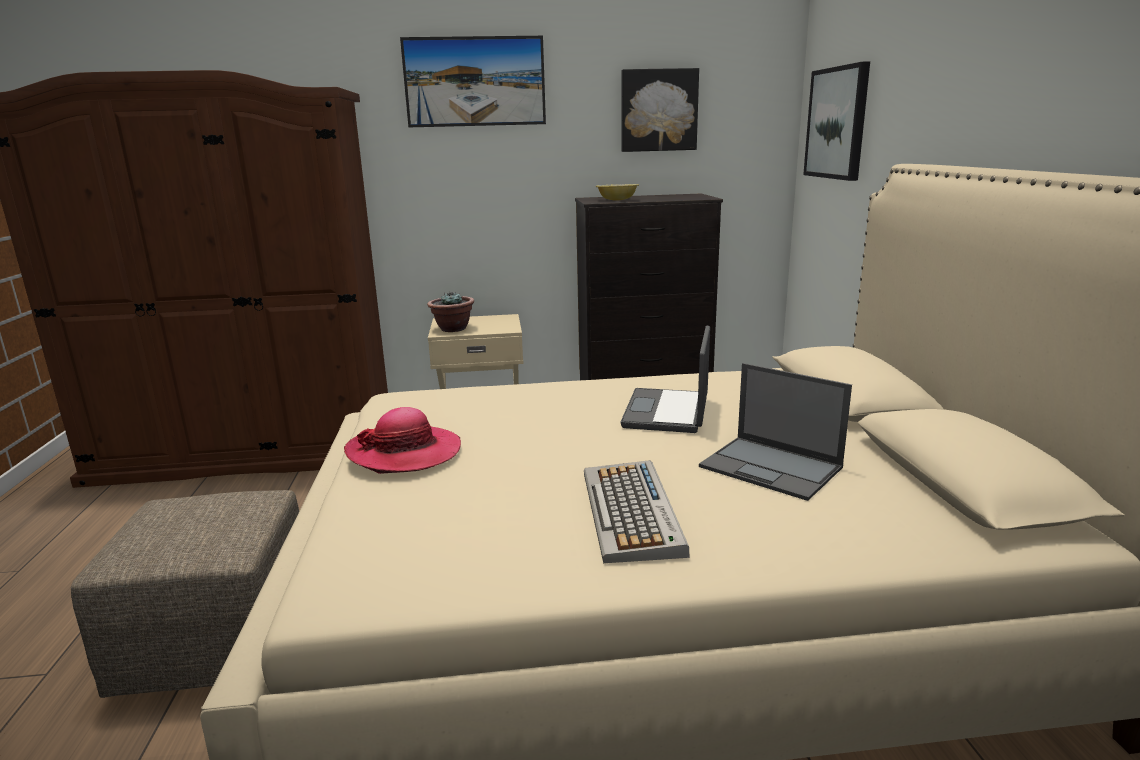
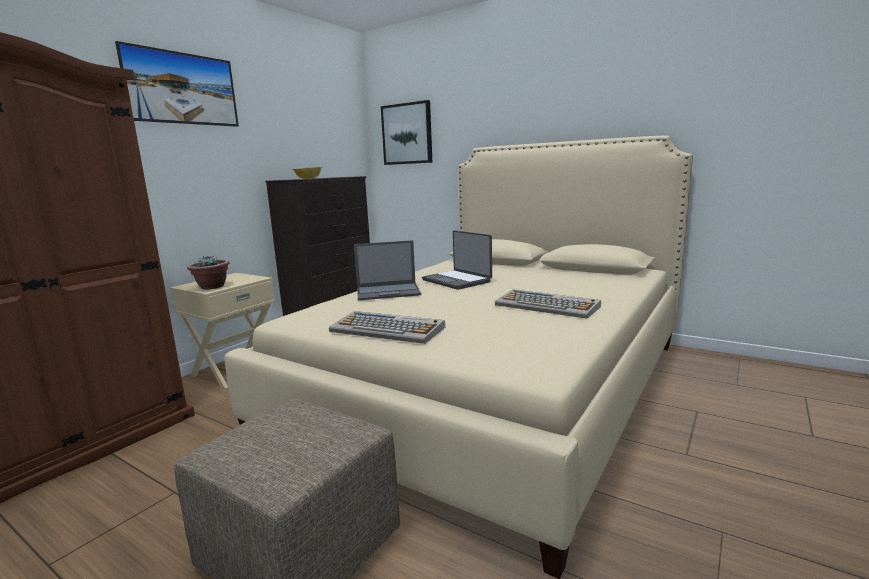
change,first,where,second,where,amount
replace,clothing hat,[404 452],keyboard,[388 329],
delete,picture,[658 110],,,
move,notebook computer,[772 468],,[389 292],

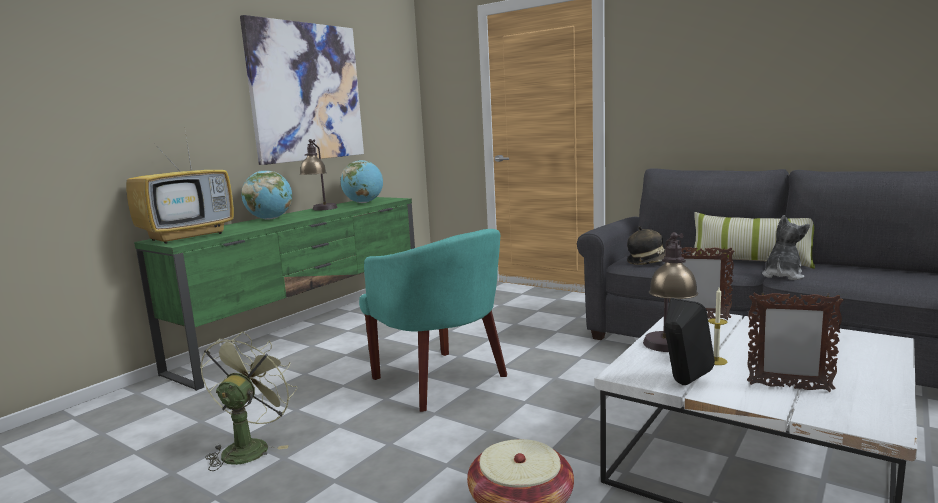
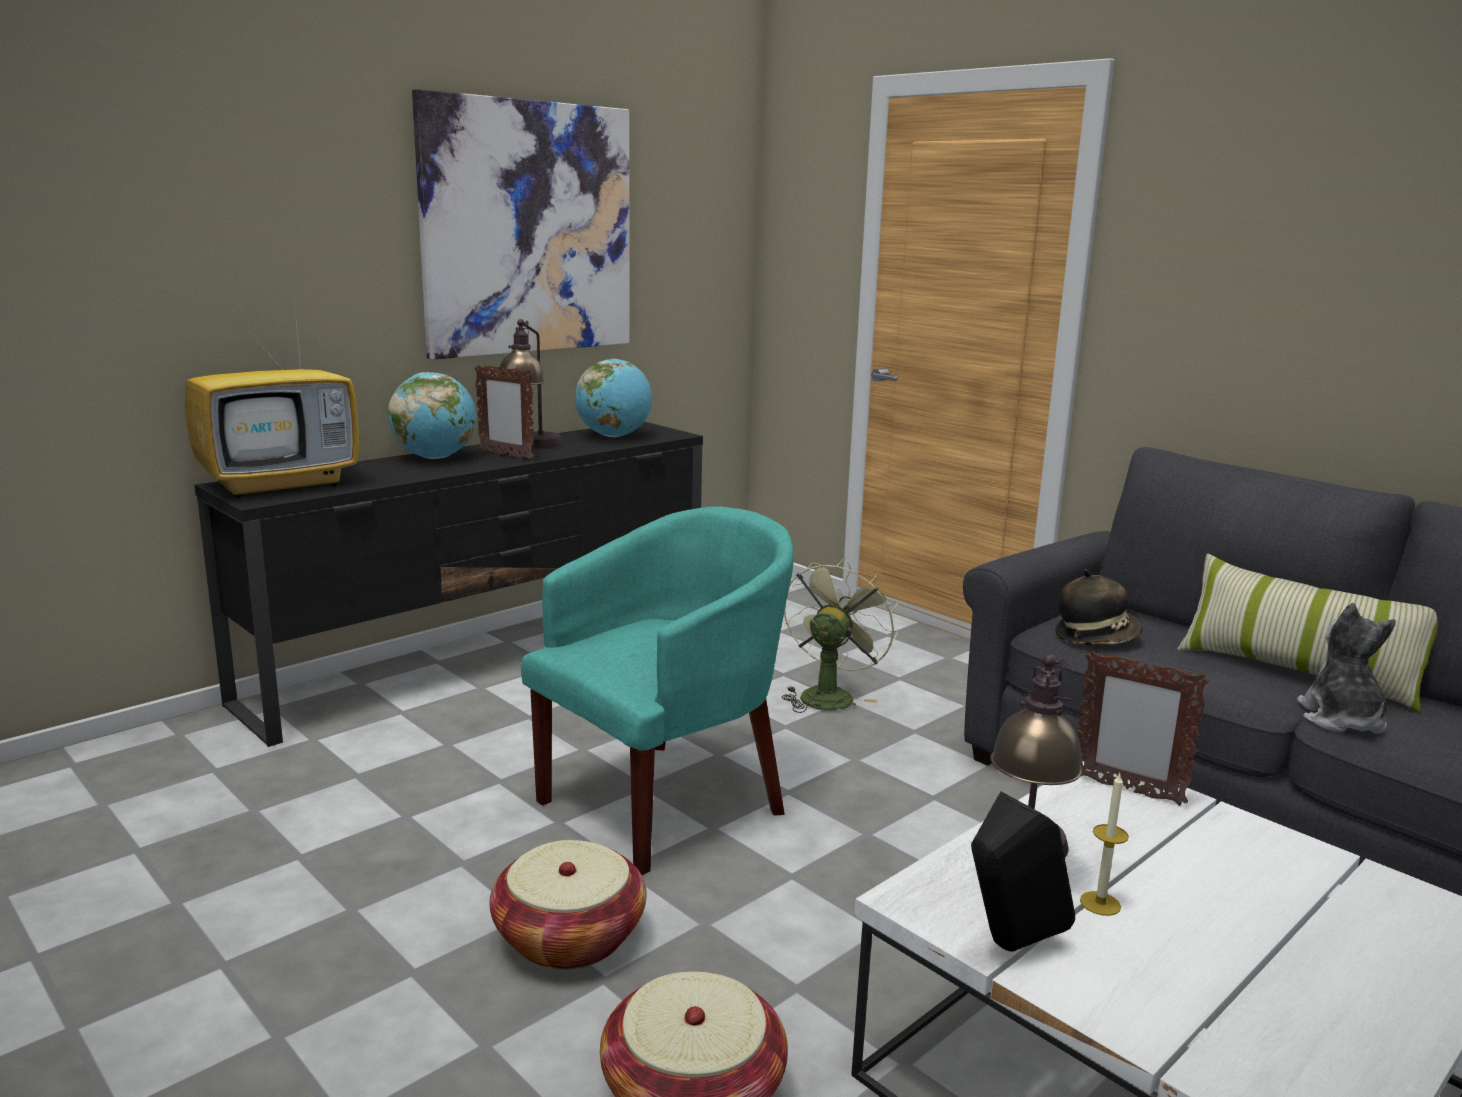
change,first,where,second,where,amount
recolor,media console in greenish,[309 331],media console in black-coloured,[489 655],
move,electric fan in greenish,[249 447],,[829 695],
rotate,easy chair in turquoise,[441 380],,[665 801],105 degrees counterclockwise
move,standing frame,[788 387],,[506 455],
rotate,soft toy,[782 275],,[1341 720],45 degrees counterclockwise
insert,,,household basket,[569 937],

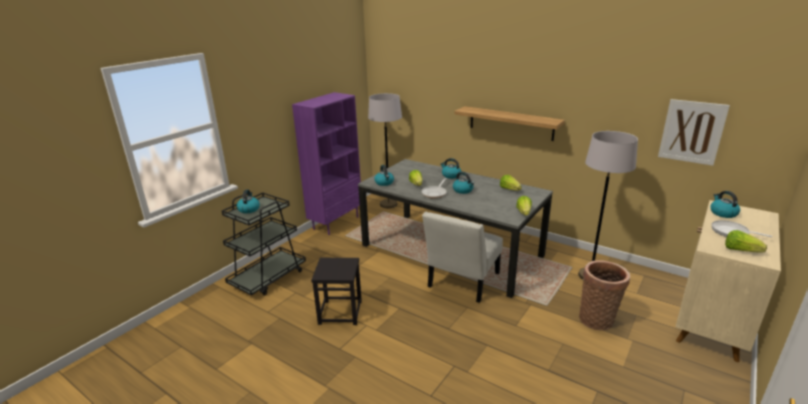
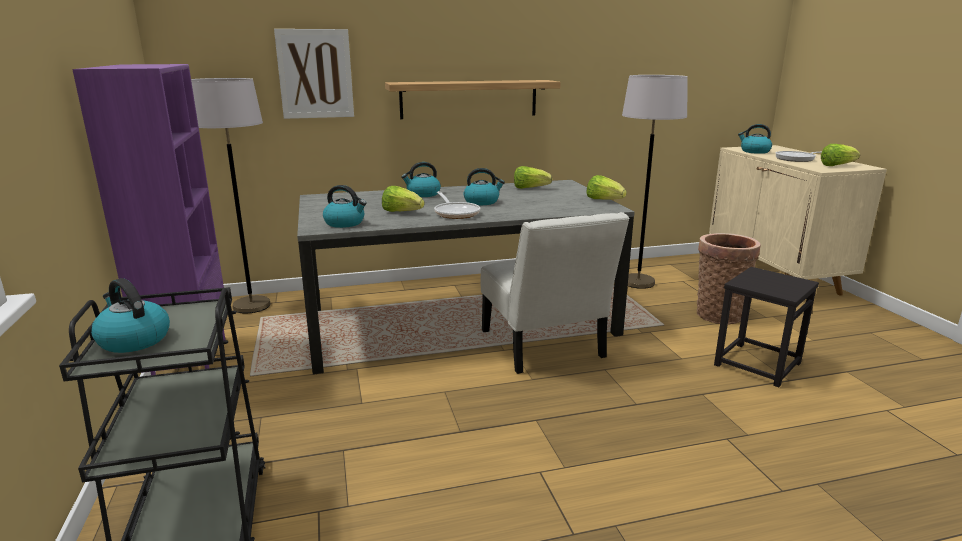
change,first,where,second,where,amount
move,stool in black-coloured,[340 312],,[756 364],
move,picture,[692 132],,[315 74],

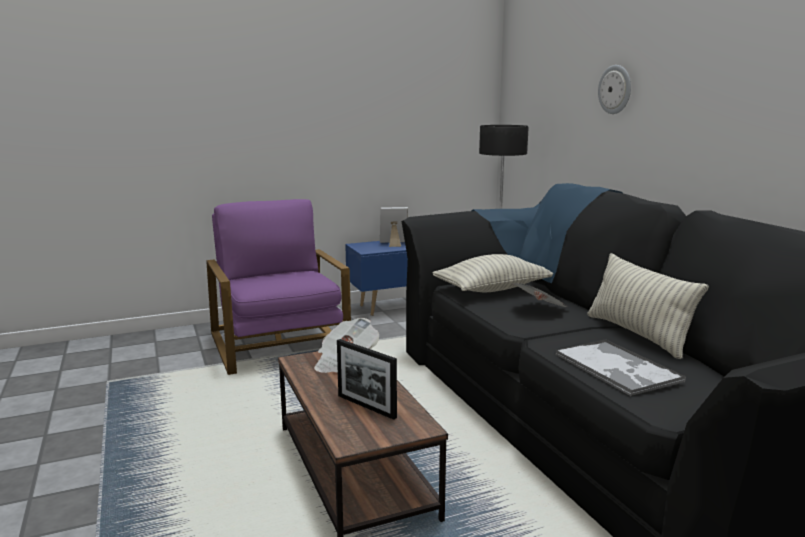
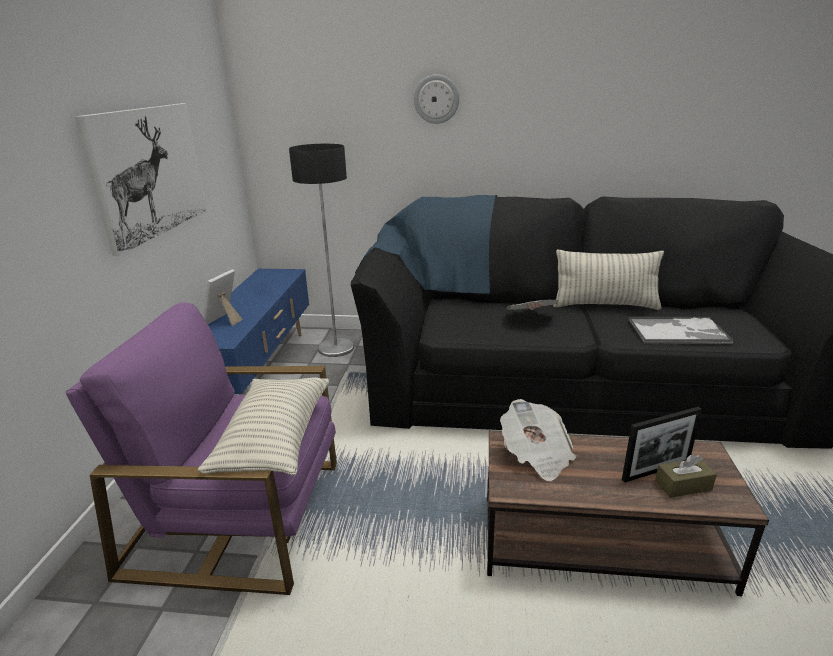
change,first,where,second,where,amount
move,throw pillow,[492 289],,[275 439],
insert,,,picture,[150 172],
insert,,,box of tissues in brown-coloured,[683 485],

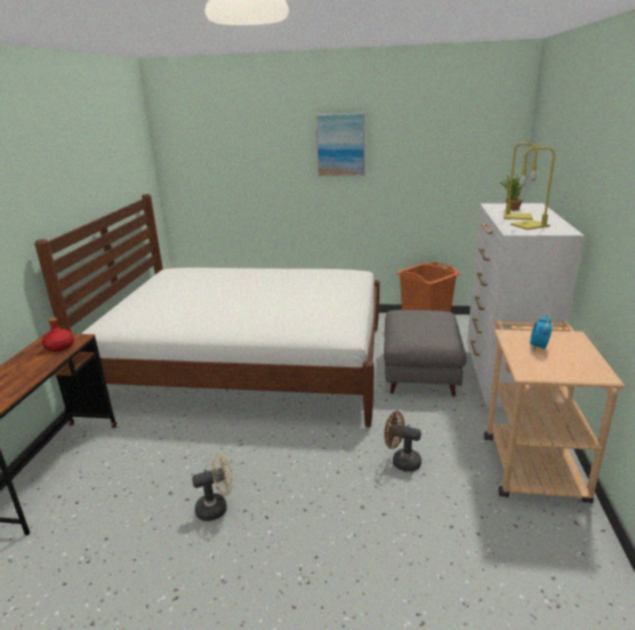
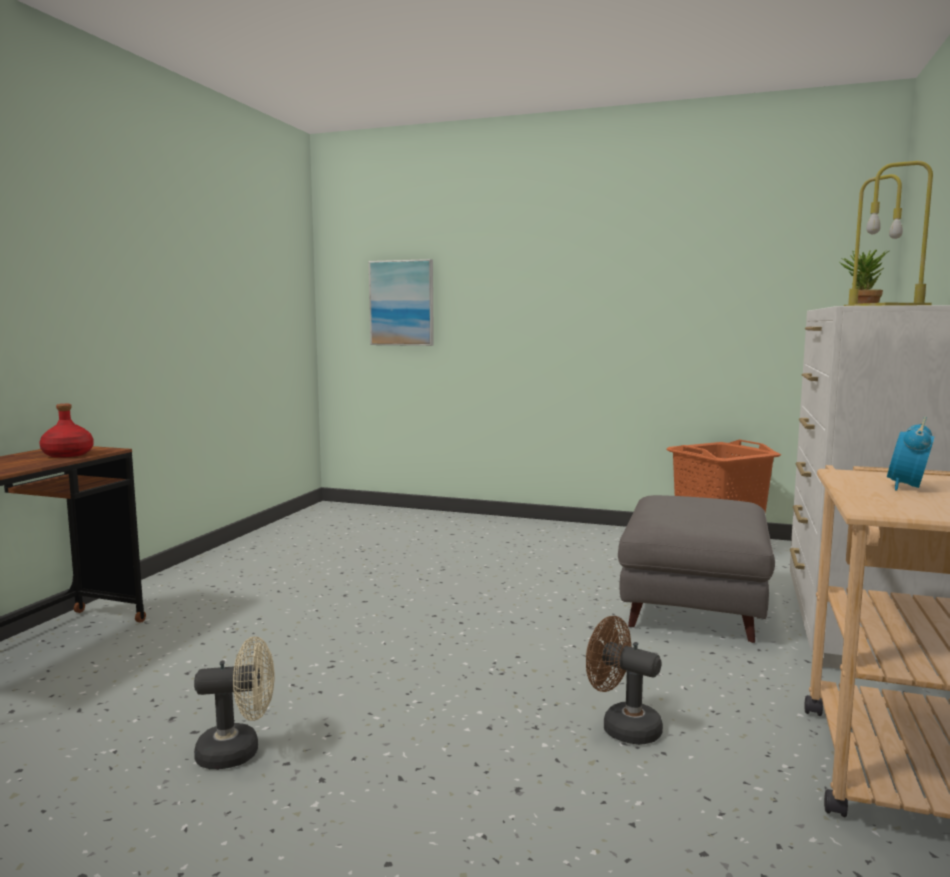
change,first,where,second,where,amount
delete,bedroom bed in white-coloured,[248 366],,,
move,picture,[340 144],,[402 303],

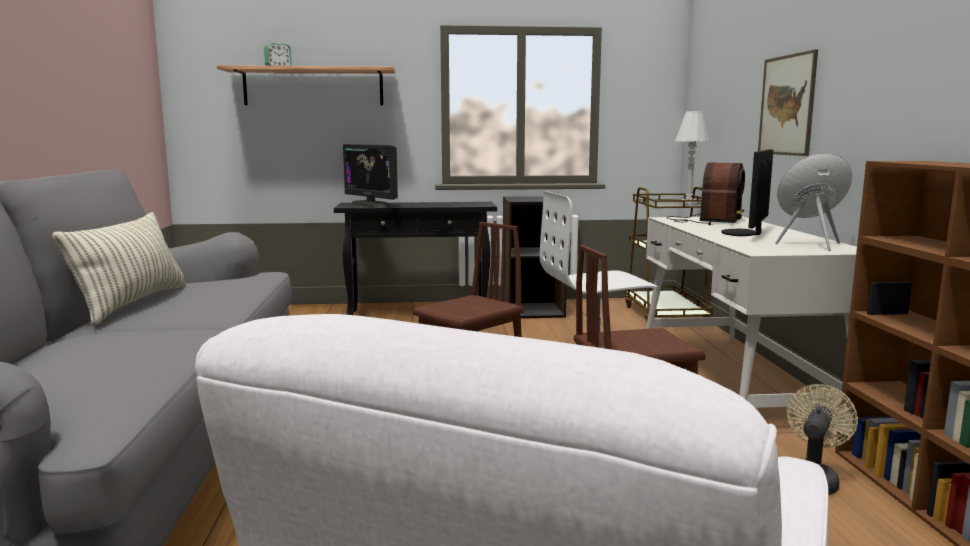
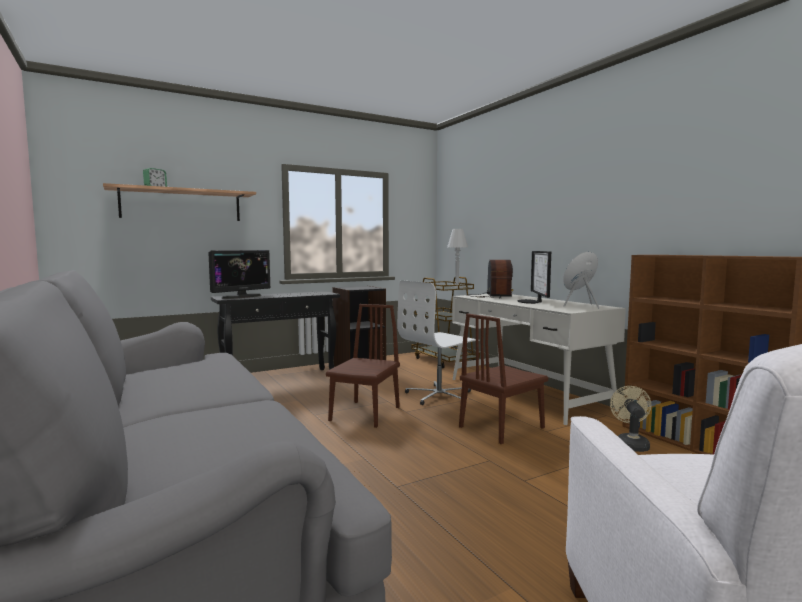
change,first,where,second,where,amount
delete,throw pillow,[132 303],,,
rotate,monitor,[371 204],,[241 296],75 degrees counterclockwise
delete,picture,[787 105],,,

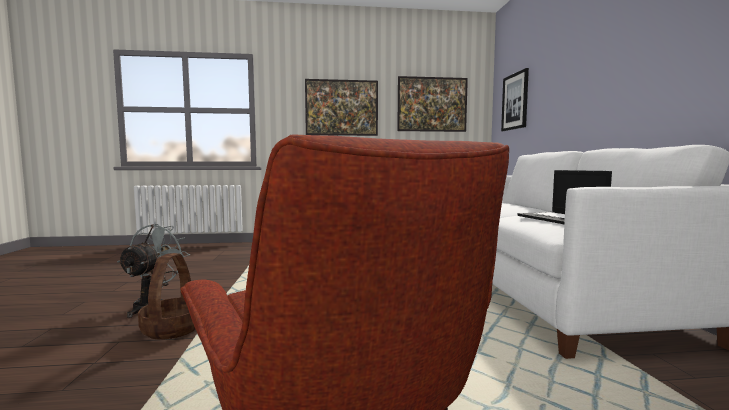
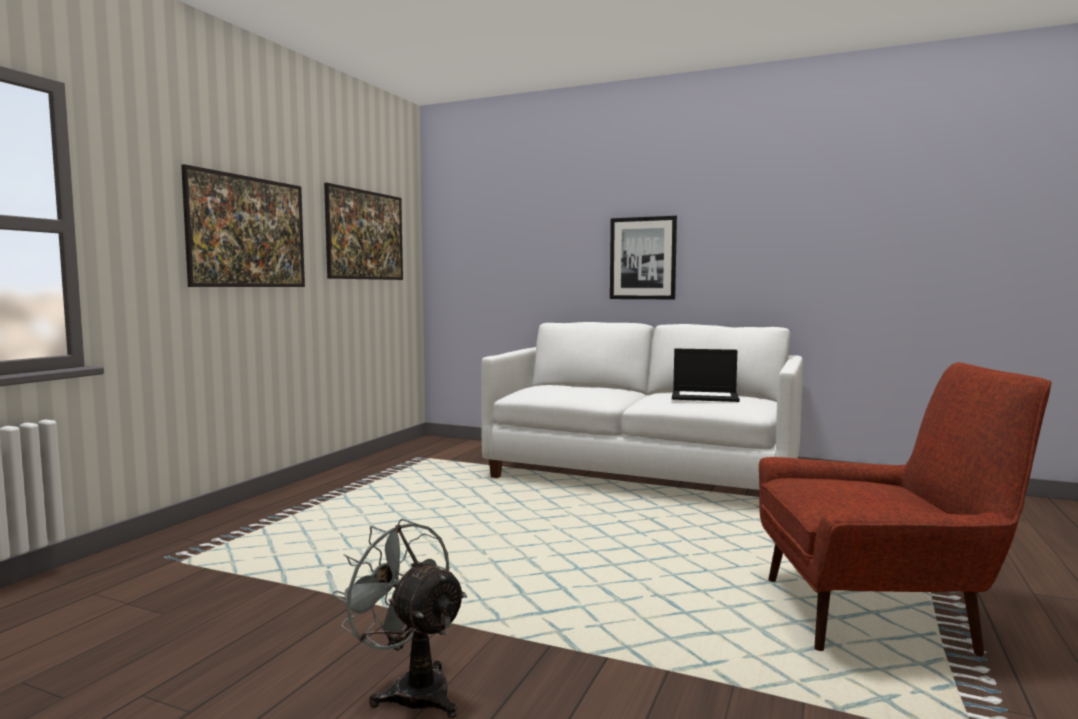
change,first,where,second,where,amount
delete,household basket,[172 328],,,
move,picture,[515 101],,[643 258],

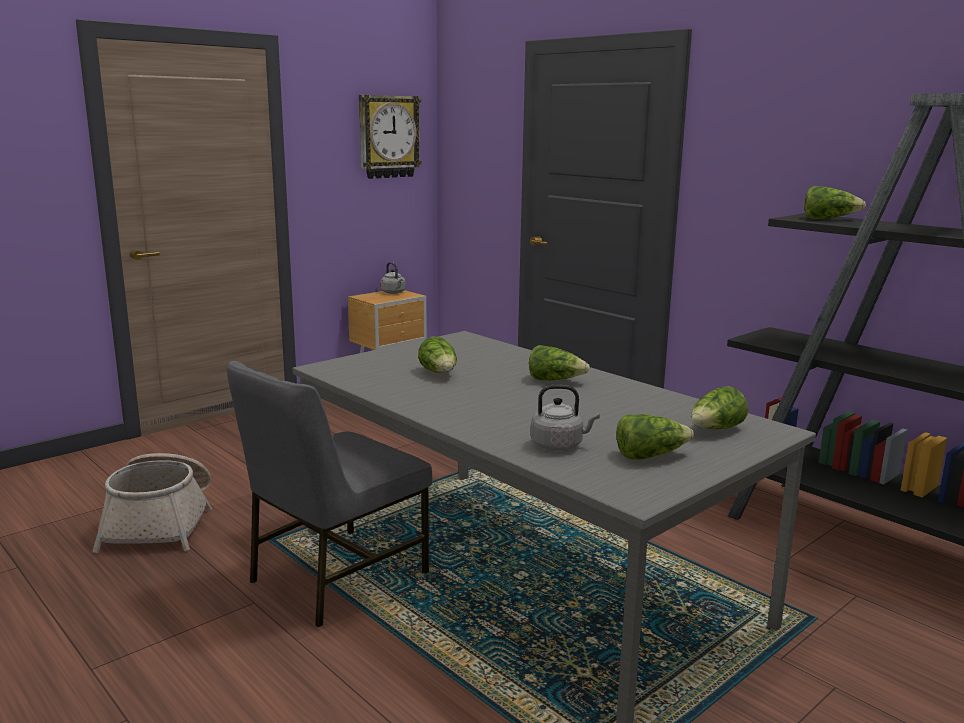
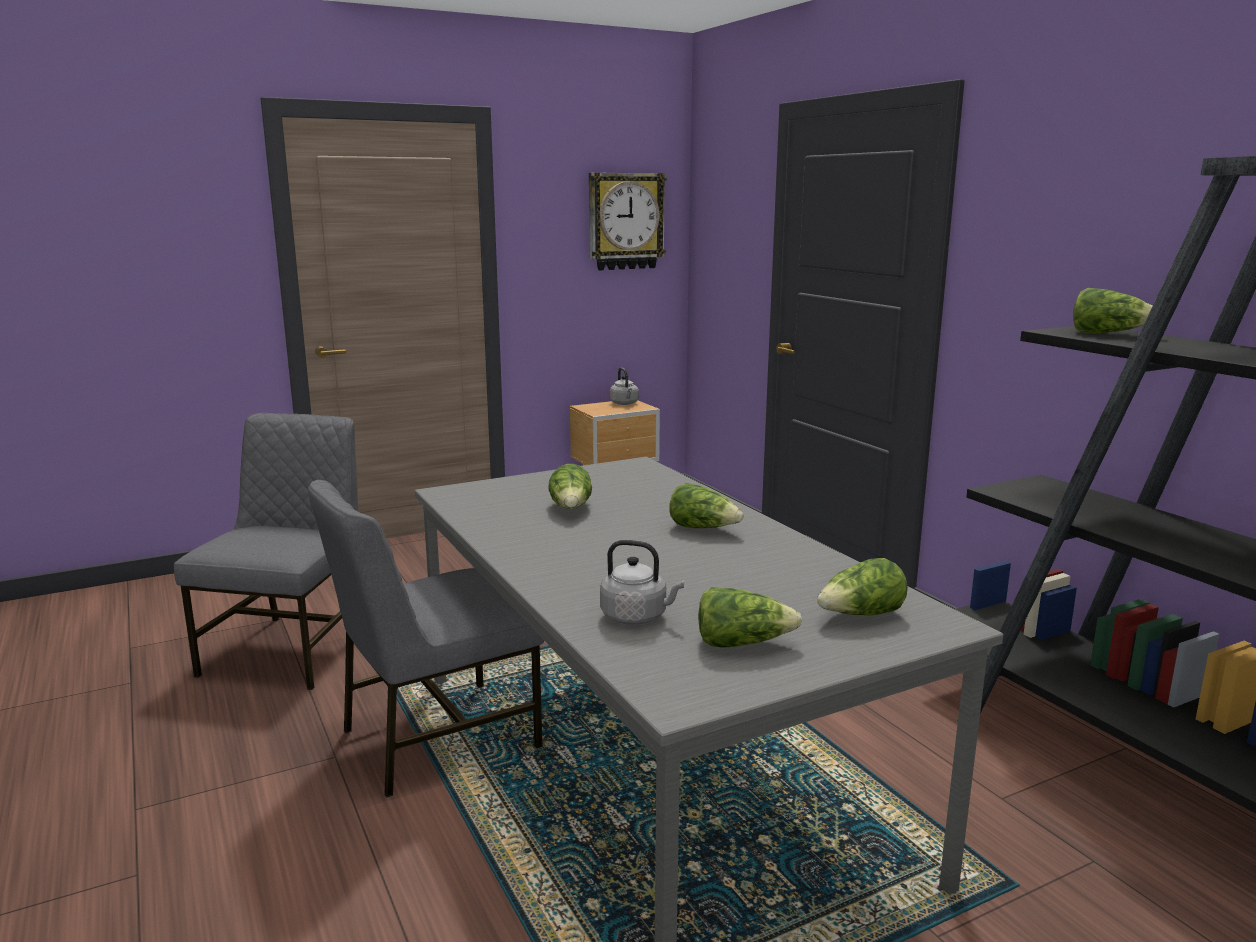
change,first,where,second,where,amount
replace,household basket,[161 522],upright chair in gray,[291 650],

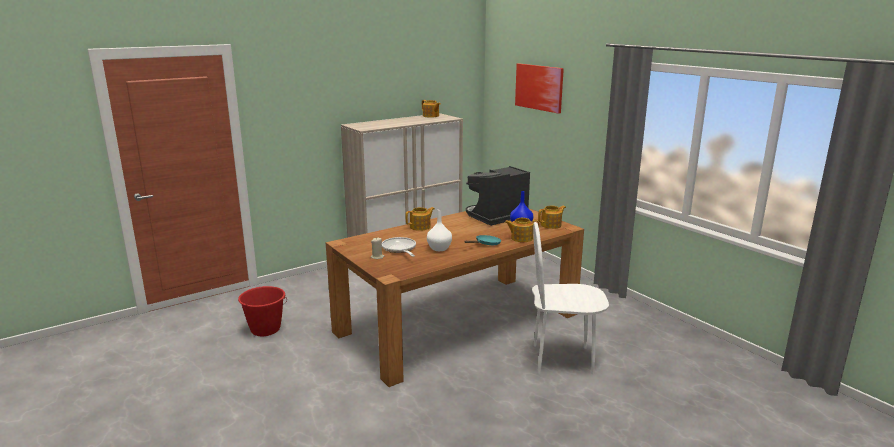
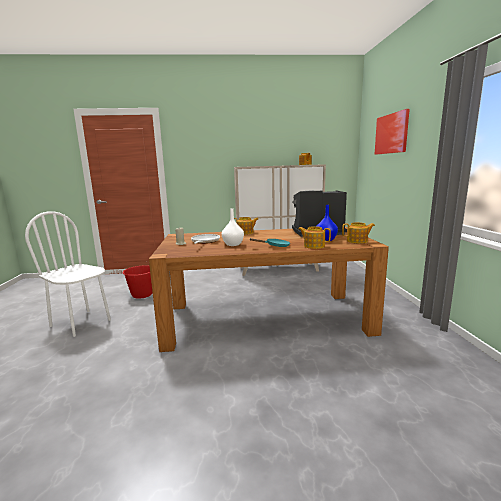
change,first,where,second,where,amount
move,upright chair in white-coloured,[562 359],,[81 323],

